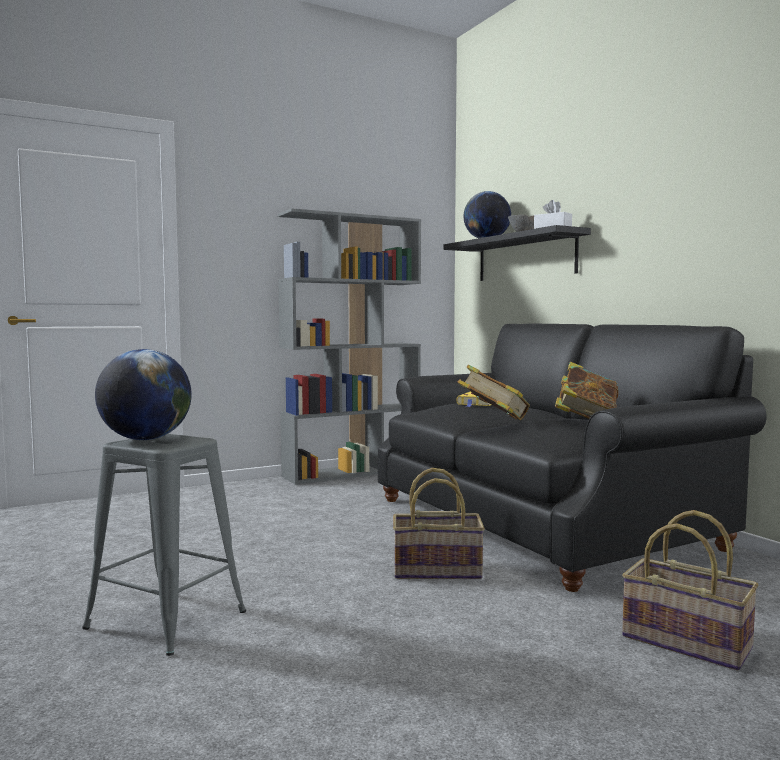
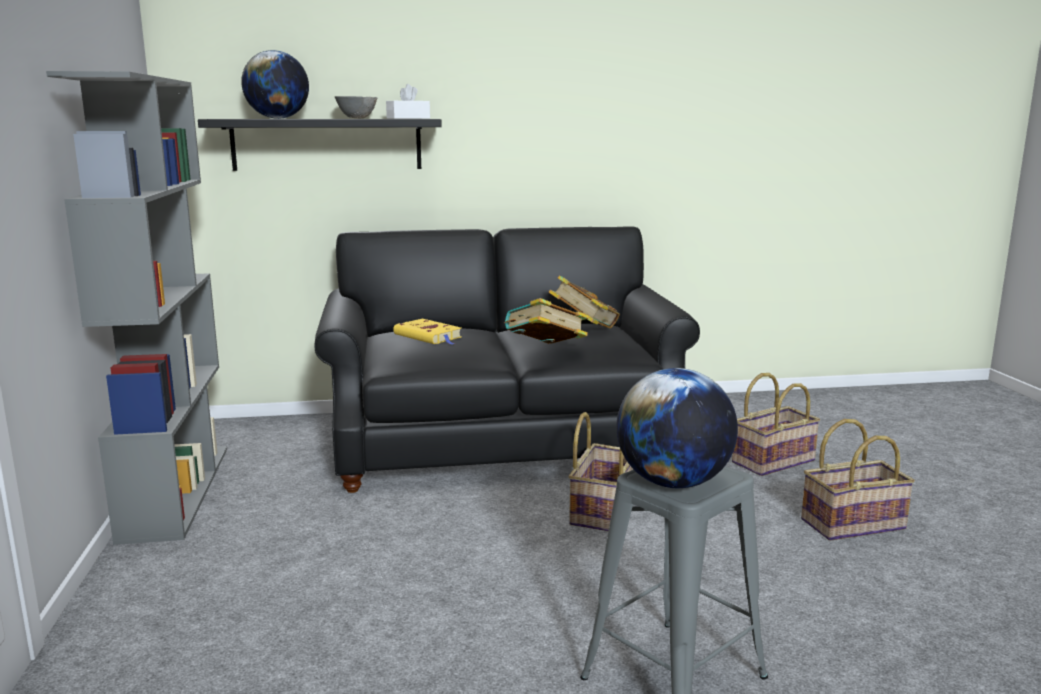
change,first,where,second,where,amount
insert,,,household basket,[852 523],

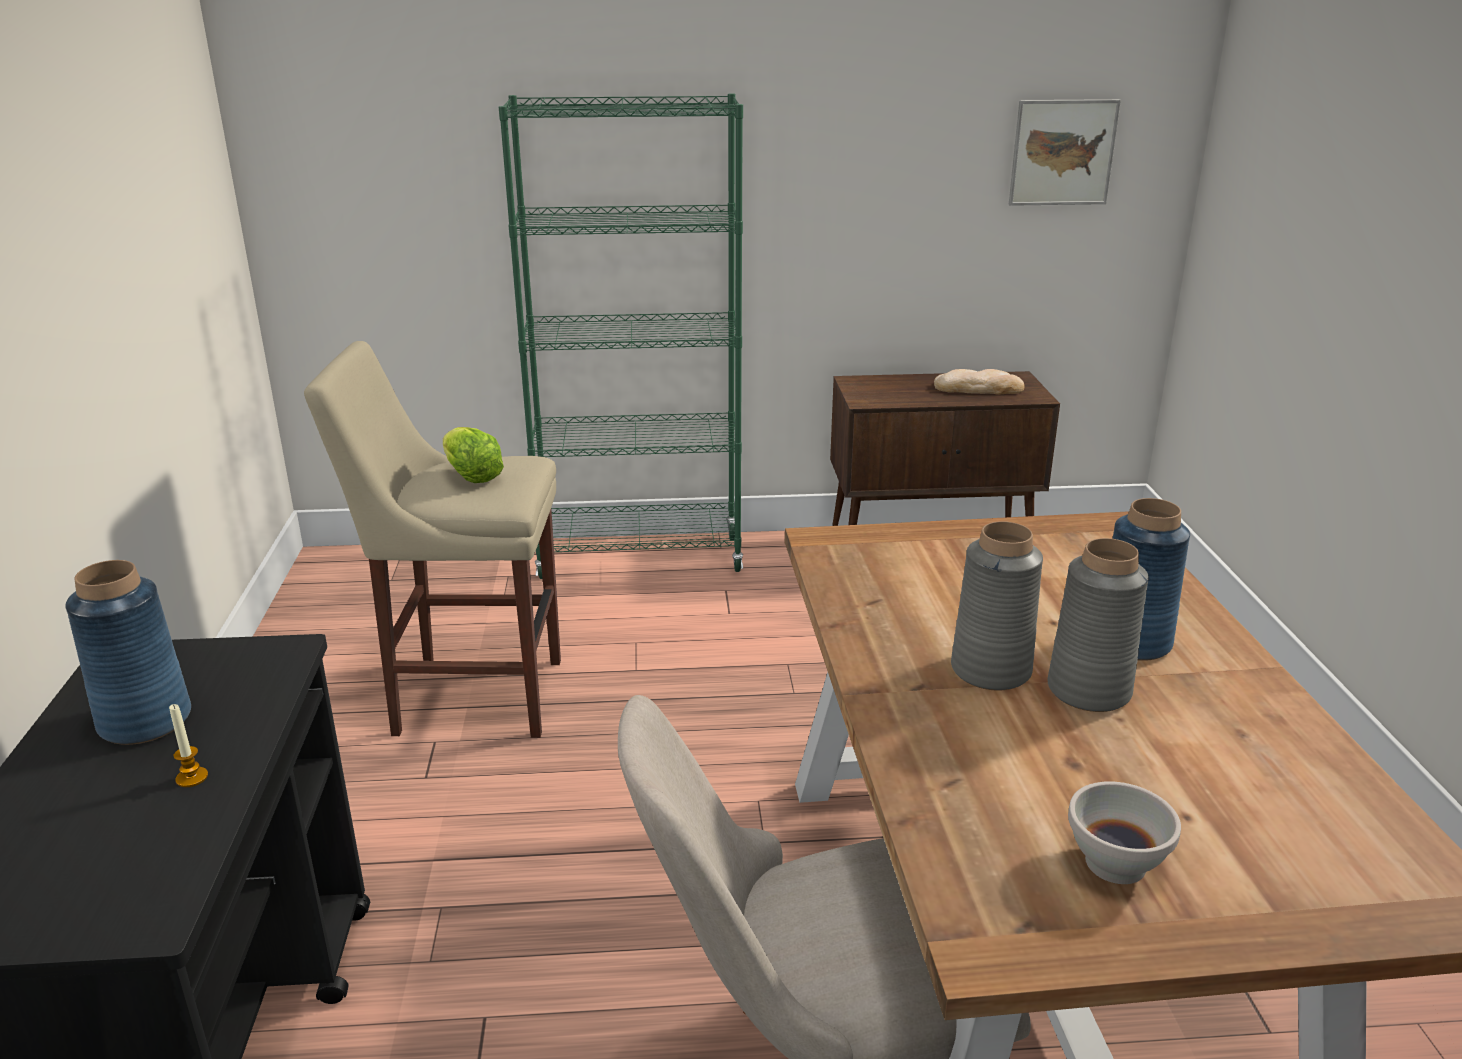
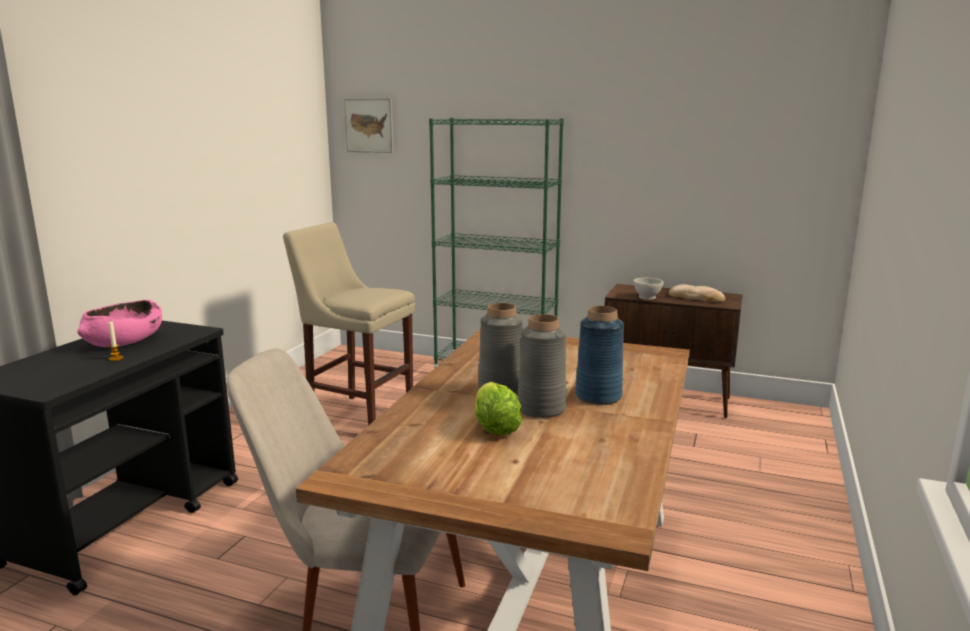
change,first,where,second,where,amount
replace,decorative vase in blue,[144 720],serving bowl in pinkish,[124 341],
move,head of lettuce,[472 477],,[495 428],
move,picture,[1062 152],,[369 125],
move,serving bowl in white-coloured,[1114 864],,[646 297],

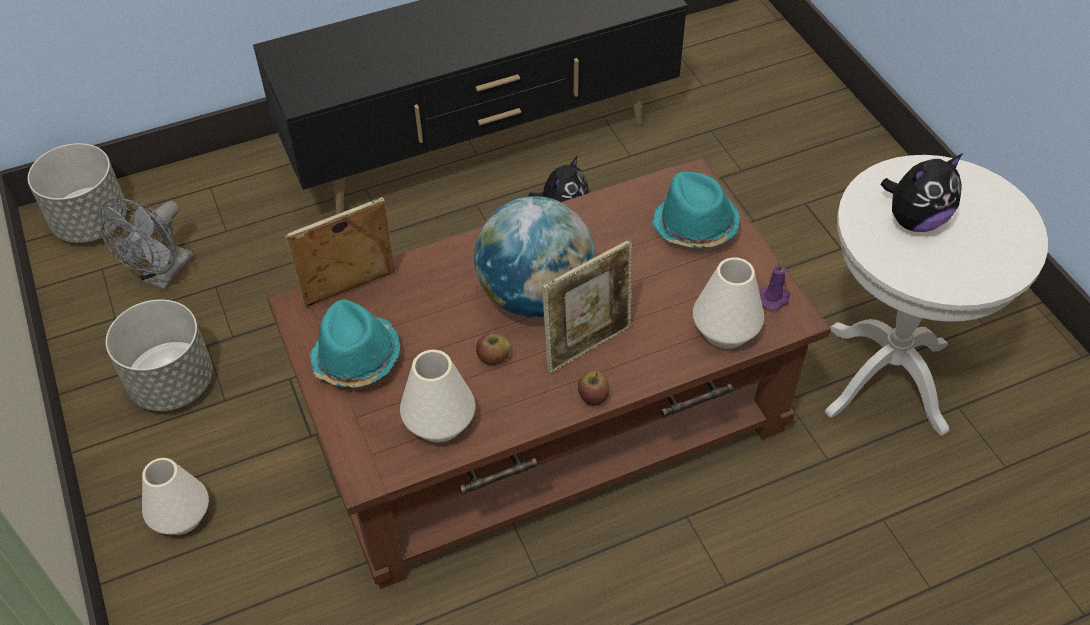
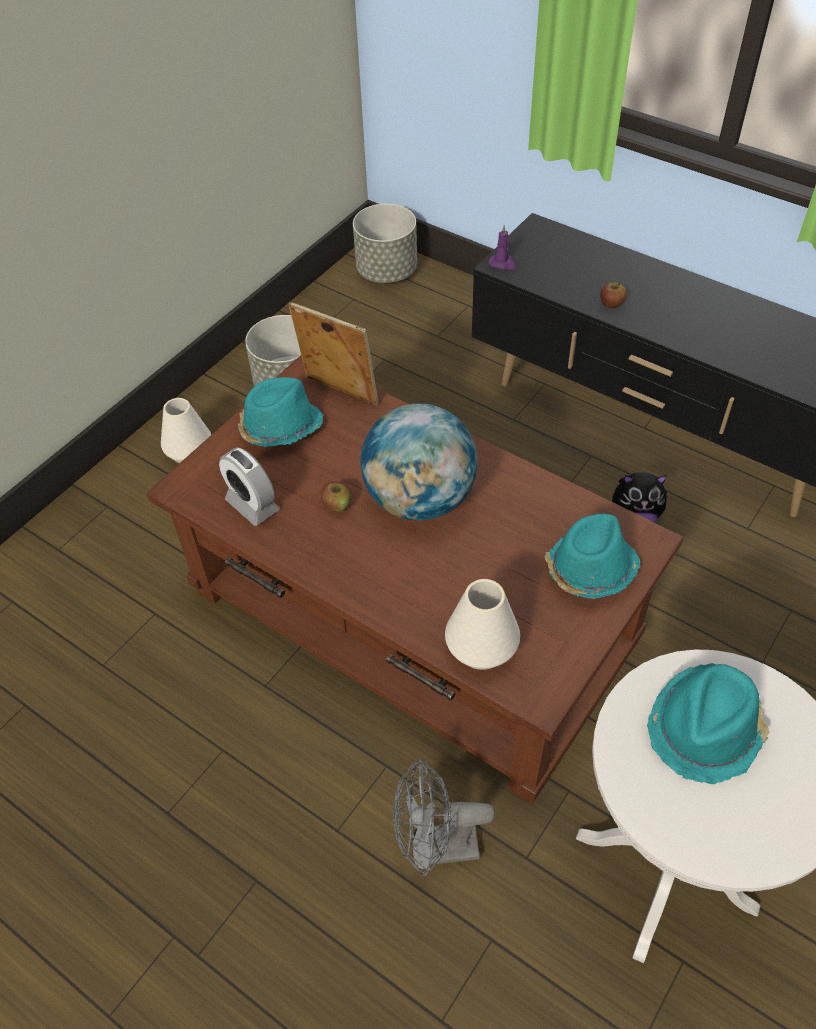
change,first,where,second,where,amount
move,electric fan in gray,[163 276],,[435 848],
replace,decorative vase in white-coloured,[440 422],alarm clock,[252 505],
delete,standing frame,[588 345],,,
move,apple,[593 396],,[611 304],
move,candle in purple,[774 298],,[503 263],
replace,soft toy,[915 220],clothing hat in turquoise,[706 729],

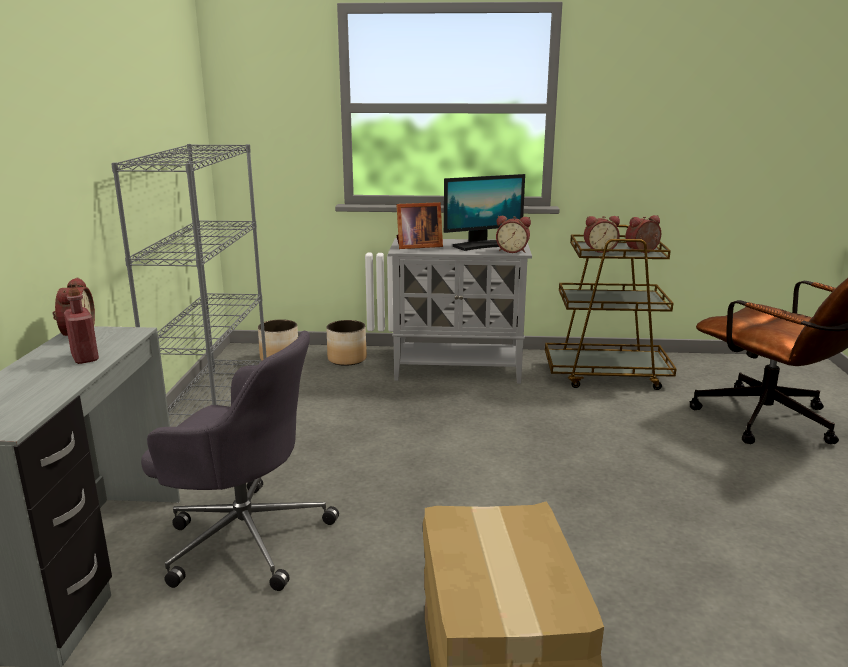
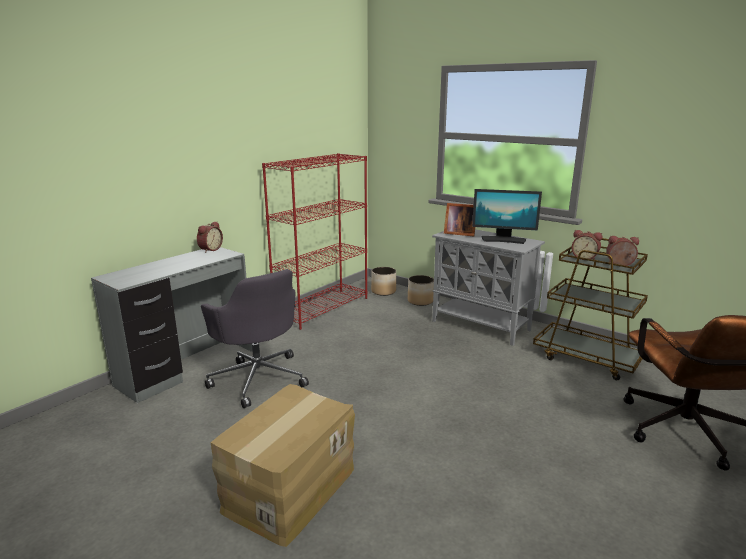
change,first,where,second,where,amount
delete,beverage bottle in red,[85 358],,,
recolor,shelving unit in gray,[215 404],shelving unit in red,[322 308],
delete,alarm clock,[512 251],,,

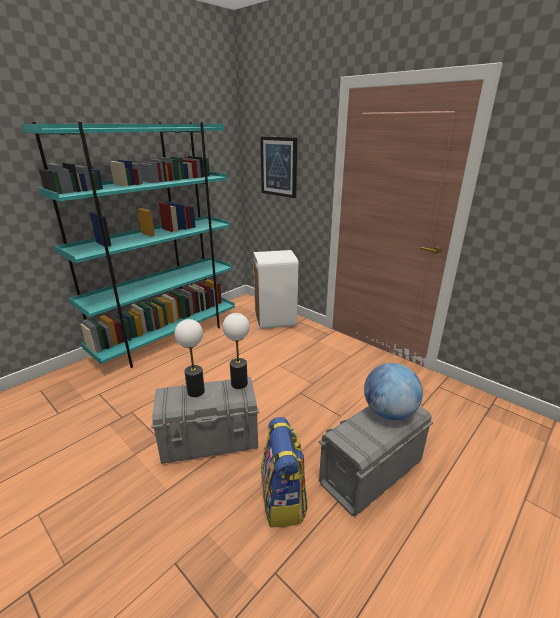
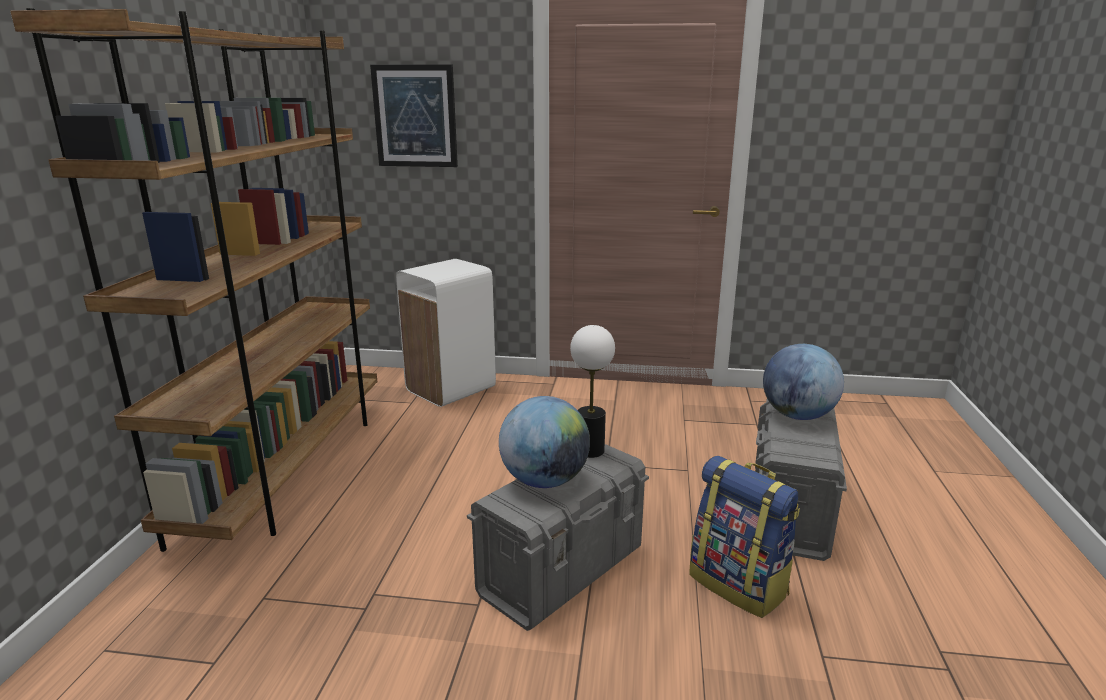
change,first,where,second,where,amount
recolor,shelving unit in turquoise,[168 338],shelving unit in brown-coloured,[287 469],
replace,tabletop lamp,[196 391],globe,[544 481],

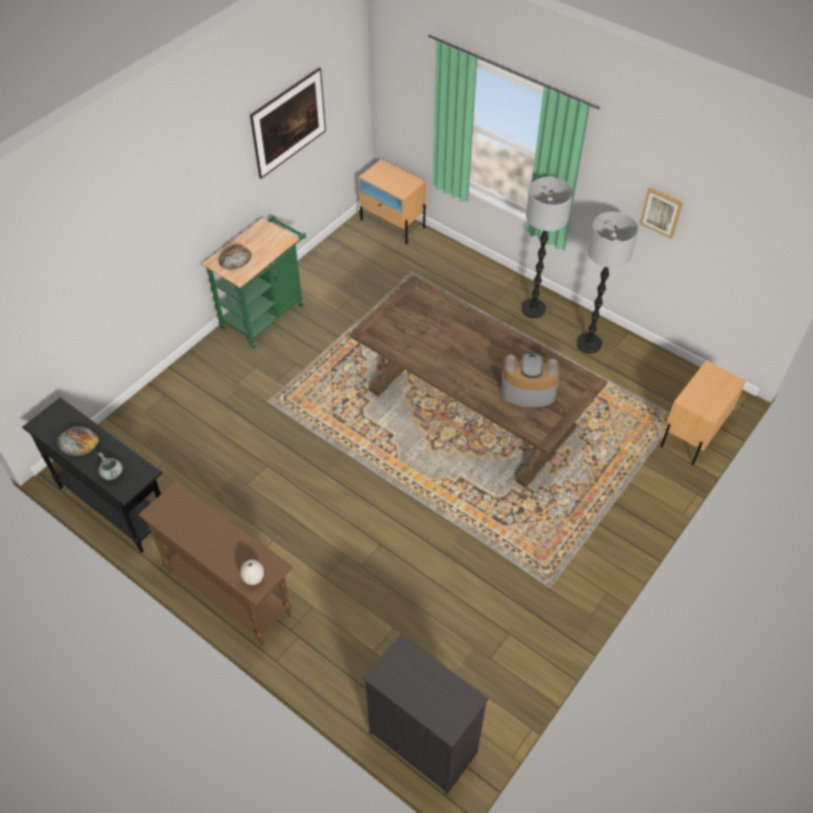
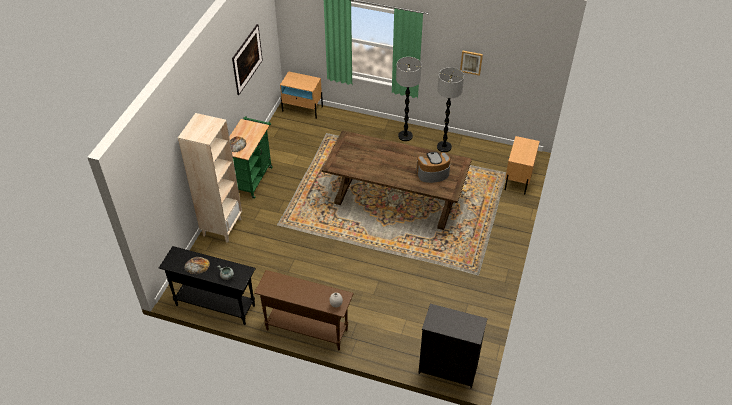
change,first,where,second,where,amount
insert,,,shelving unit in beige-coloured,[222 227],

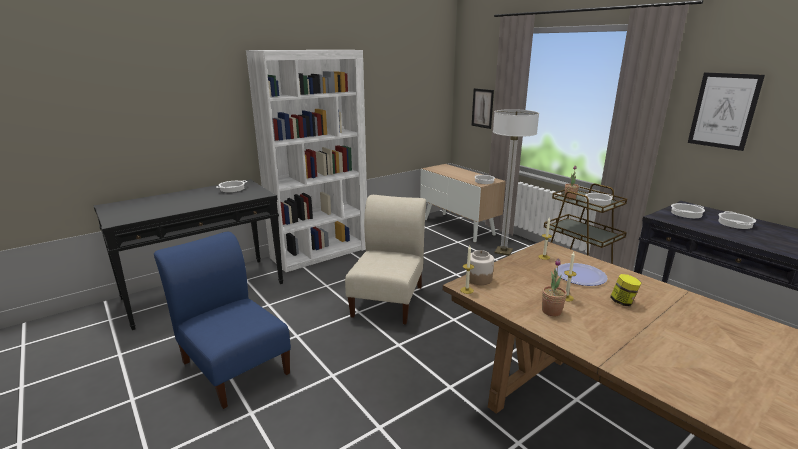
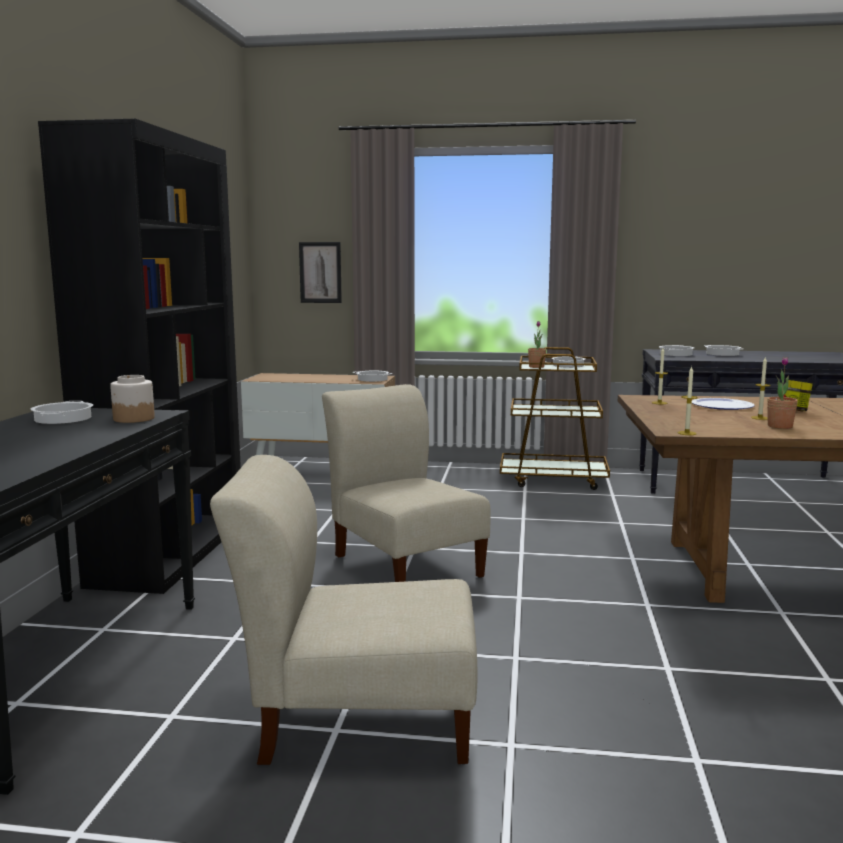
change,first,where,second,where,amount
recolor,upright chair in blue,[234 365],upright chair in beige-coloured,[357 720],
recolor,shelving unit in white-coloured,[320 253],shelving unit in black-coloured,[170 553],
move,jar,[479 279],,[133 419],
delete,standard lamp,[503 252],,,
delete,picture,[723 111],,,

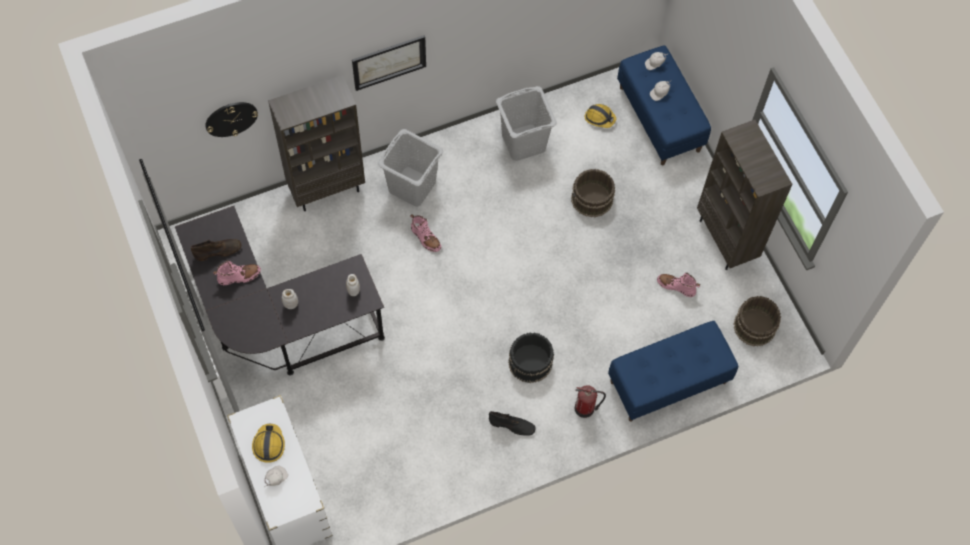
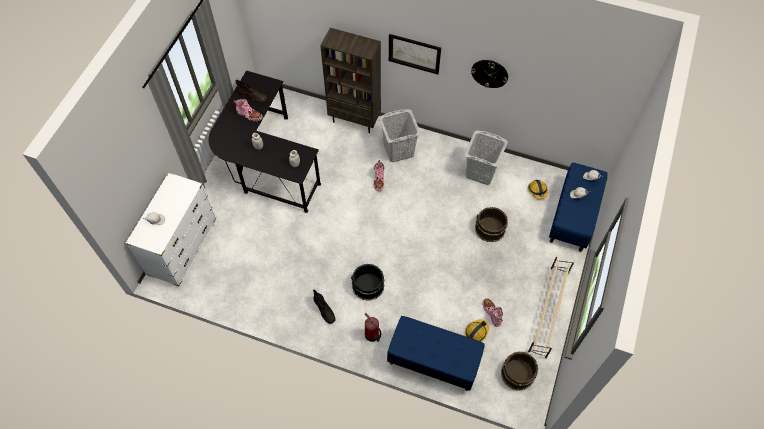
change,first,where,second,where,amount
move,hanging clock,[231 118],,[489 73],
move,safety helmet,[269 444],,[476 332],
replace,shelving unit in brown-coloured,[726 240],shoe stand in beige-coloured,[548 312],

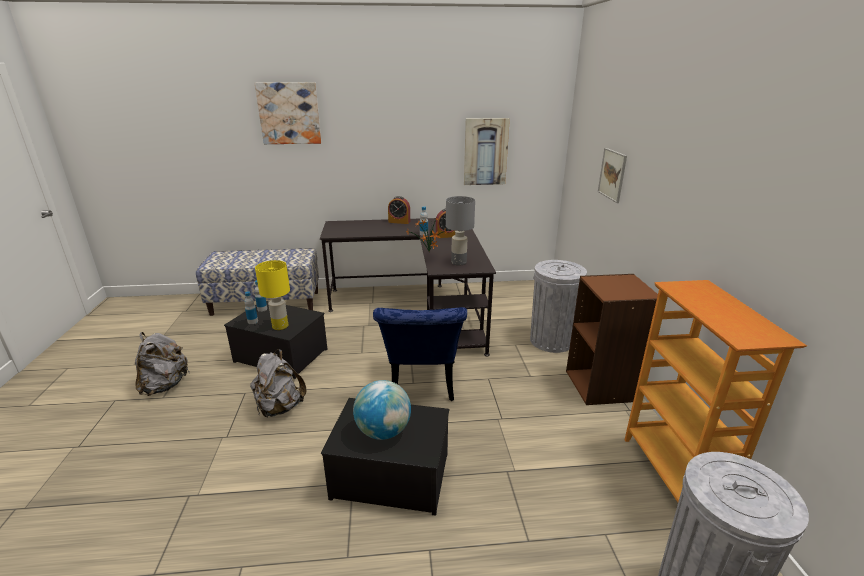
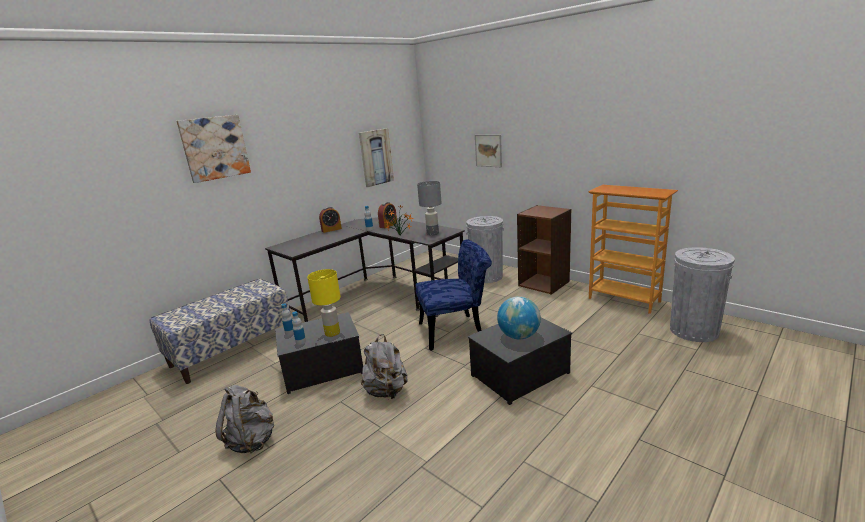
change,first,where,second,where,amount
rotate,upright chair in blue,[421 385],,[457 330],60 degrees counterclockwise

